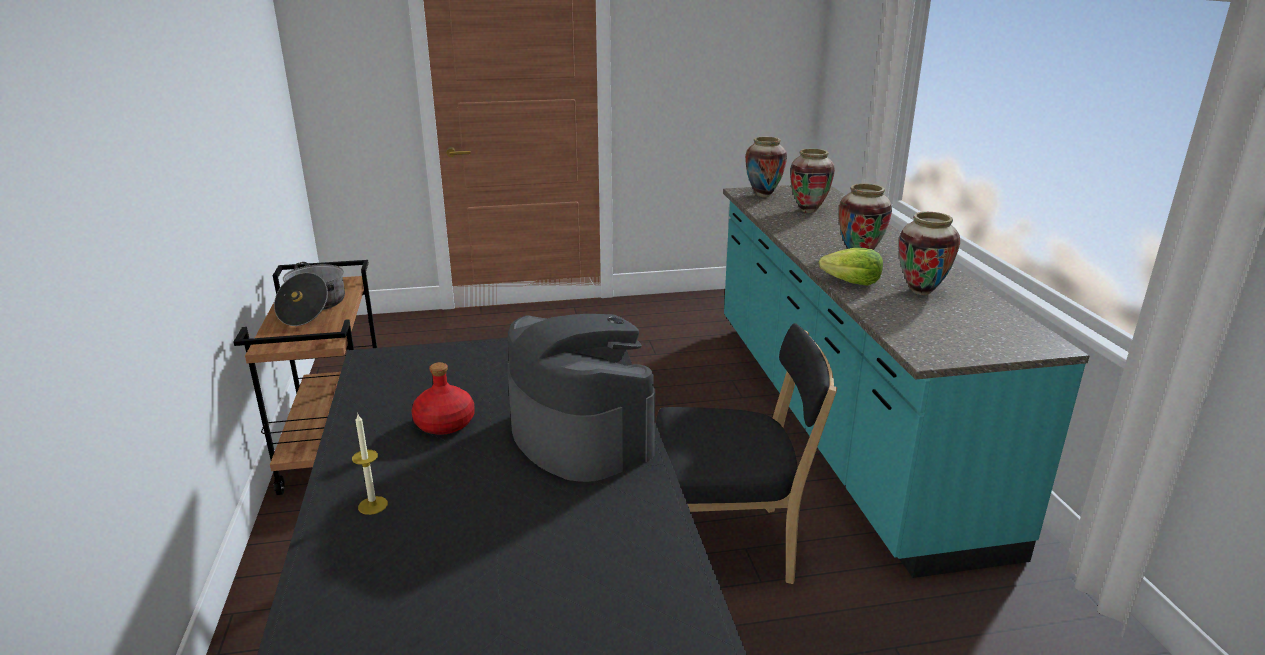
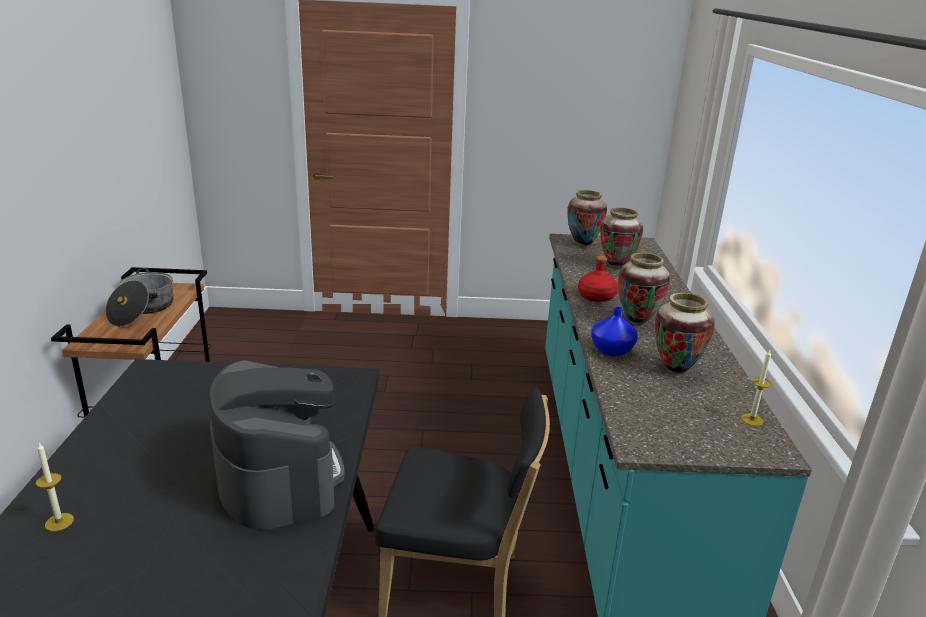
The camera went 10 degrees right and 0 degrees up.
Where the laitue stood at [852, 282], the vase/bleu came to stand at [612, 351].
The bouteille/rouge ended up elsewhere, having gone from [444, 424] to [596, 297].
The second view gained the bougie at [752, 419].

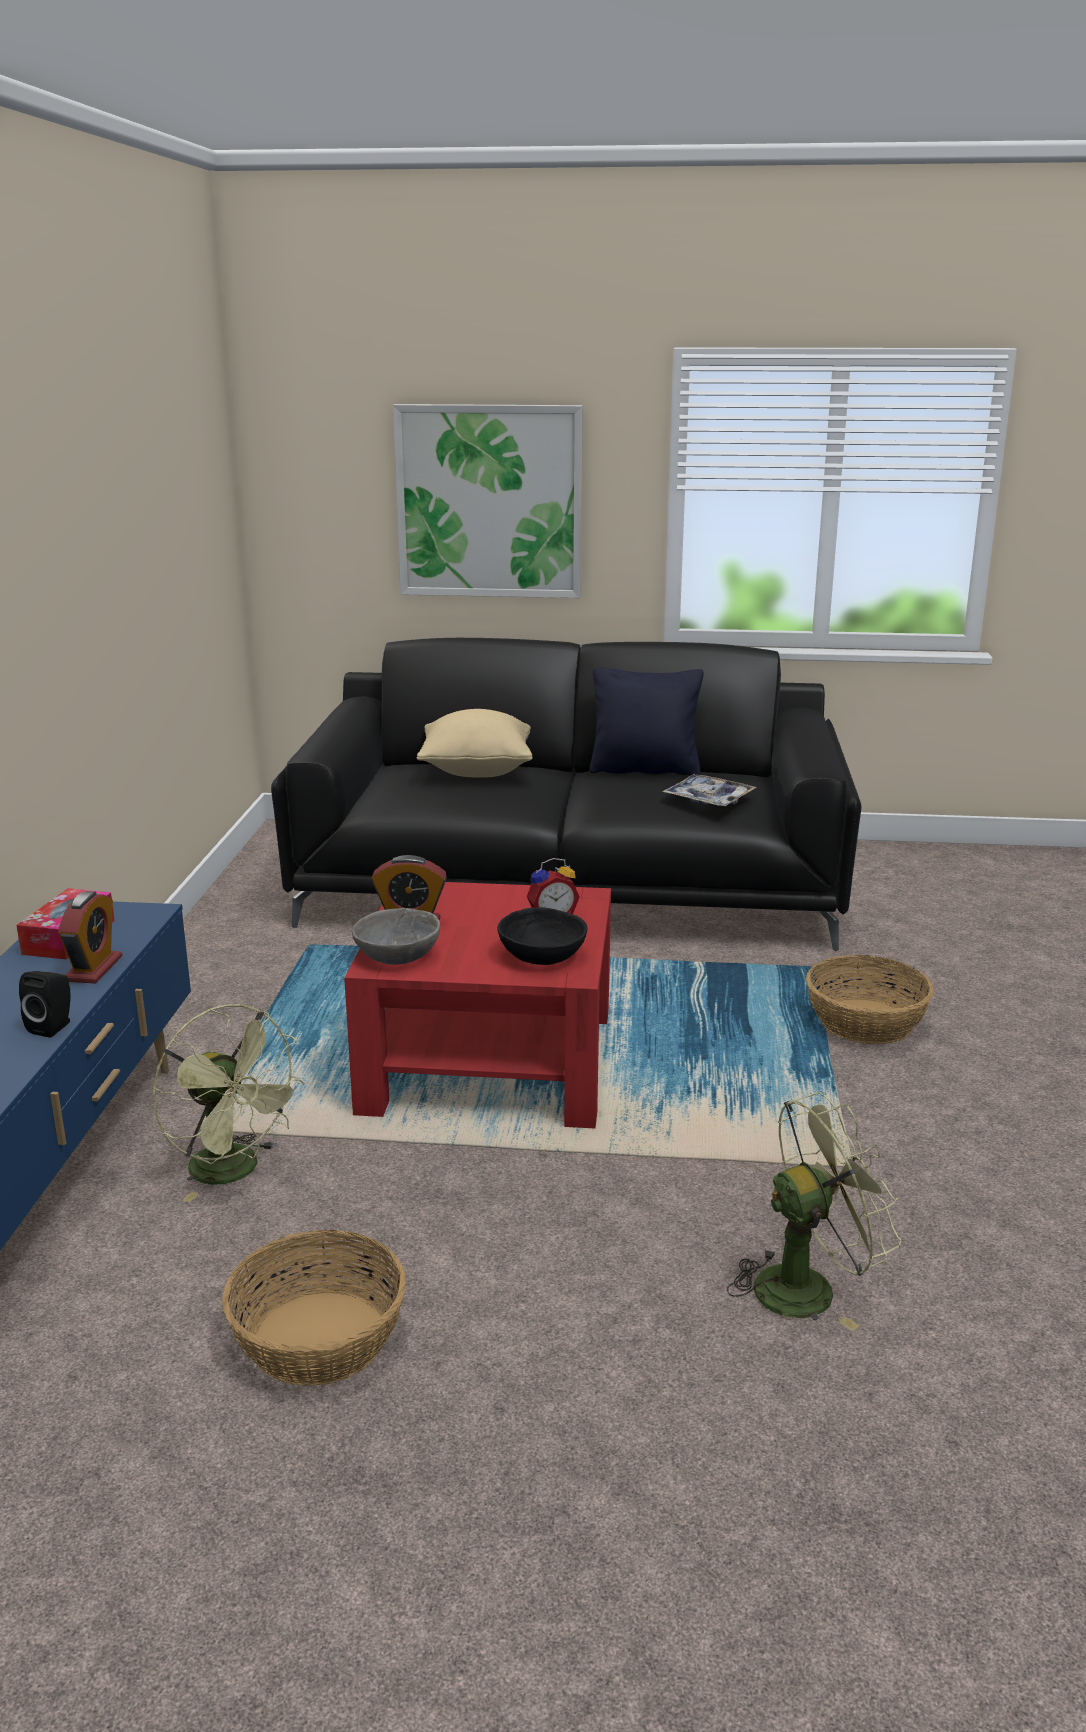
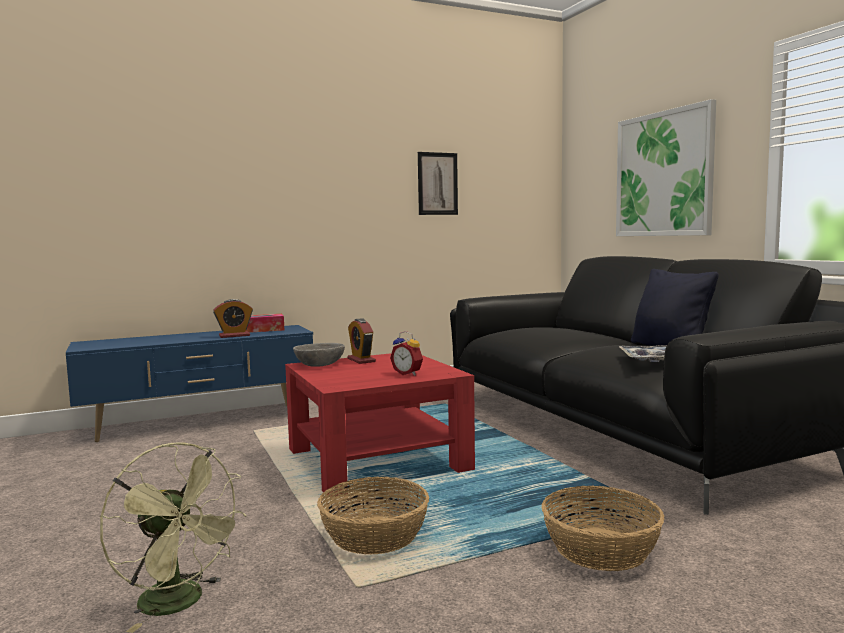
The camera went 60 degrees right and 15 degrees down.
The second view lost the coussin/beige at [477, 771].
The second view lost the bol/noir at [542, 955].
The second view lost the enceinte/noir at [53, 1026].
The second view lost the ventilateur/vert at [235, 1171].
The panier ended up elsewhere, having gone from [319, 1337] to [375, 535].
The second view gained the tableau at [437, 183].

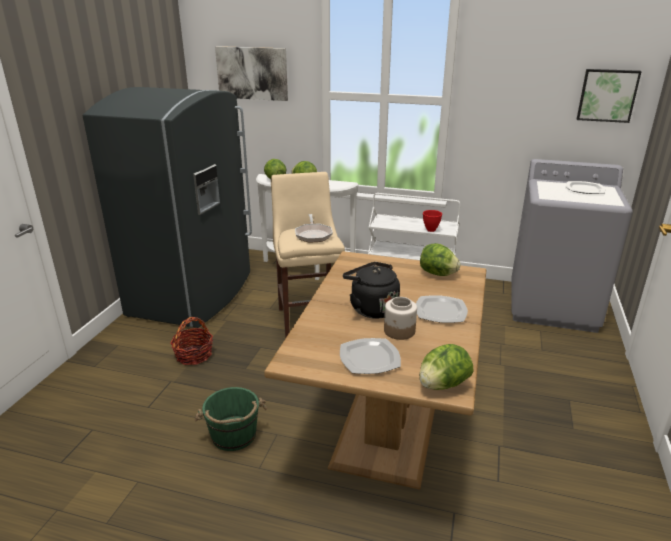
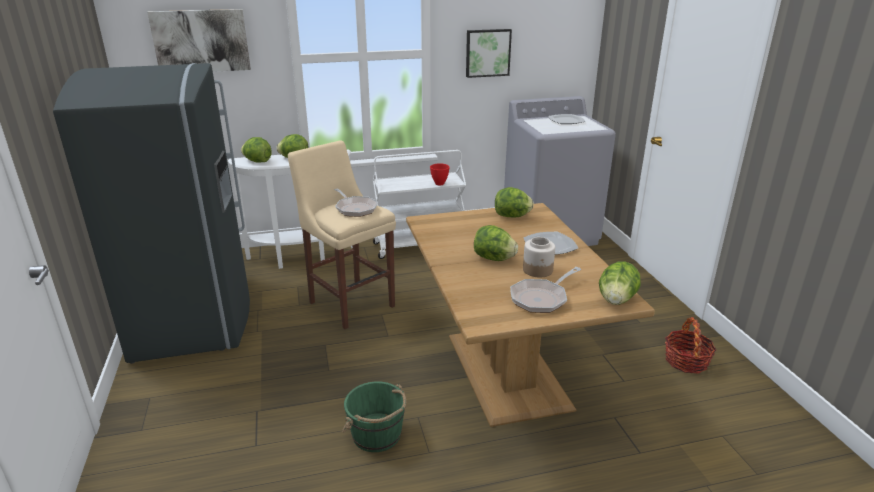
The camera went 30 degrees left and 0 degrees up.
The tableau ended up elsewhere, having gone from [607, 95] to [487, 53].
Where the bouilloire/noir stood at [371, 308], the laitue came to stand at [494, 258].
The panier ended up elsewhere, having gone from [194, 355] to [686, 361].
Where the assiette stood at [370, 358], the poêle came to stand at [541, 298].

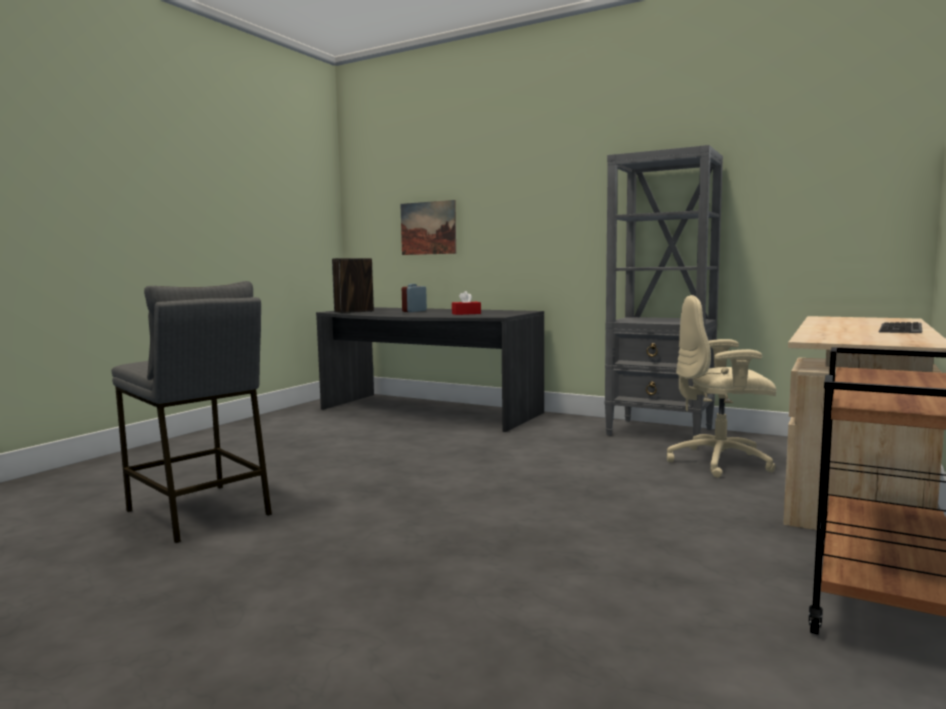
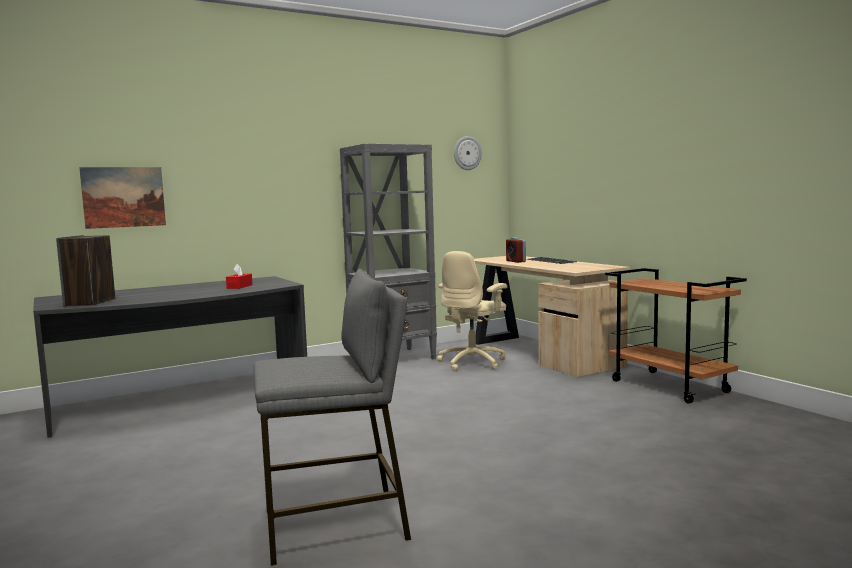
The camera went 60 degrees left and 0 degrees up.
The réveil ended up elsewhere, having gone from [414, 311] to [515, 261].
The second view gained the horloge murale at [467, 153].

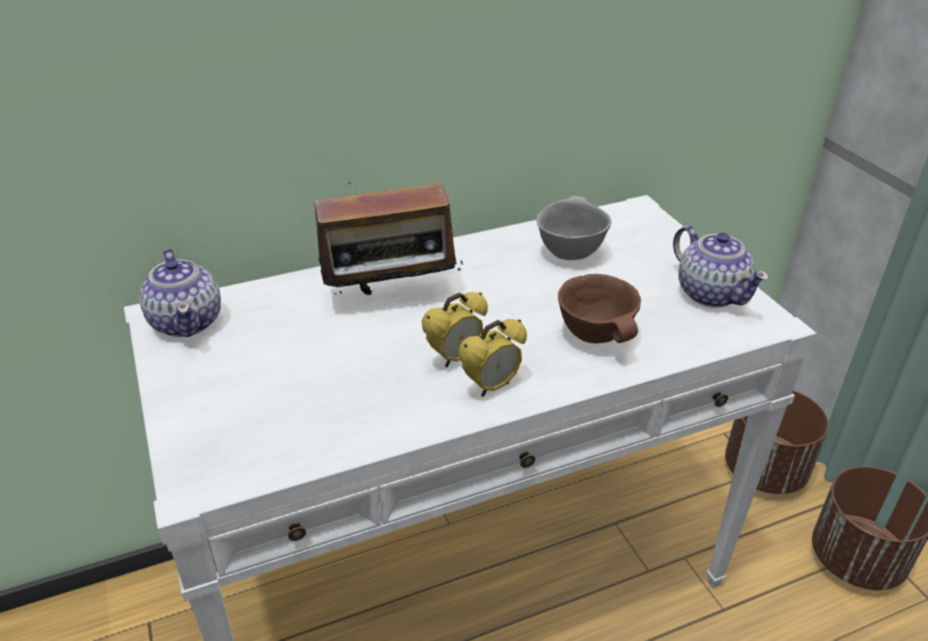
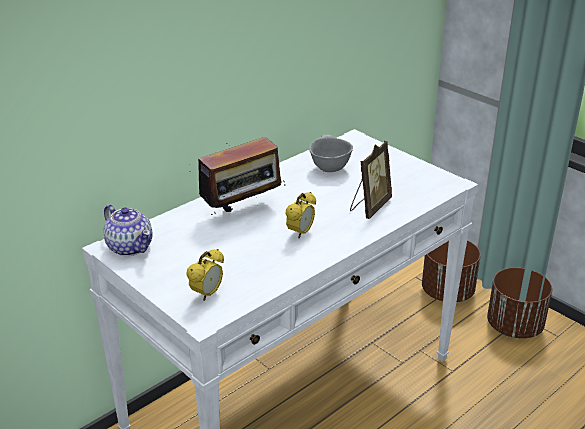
The camera went 20 degrees left and 5 degrees down.
The second view lost the théière at [710, 293].
Where the bol/marron stood at [597, 335], the cadre photo came to stand at [369, 207].
The réveil ended up elsewhere, having gone from [491, 386] to [207, 294].

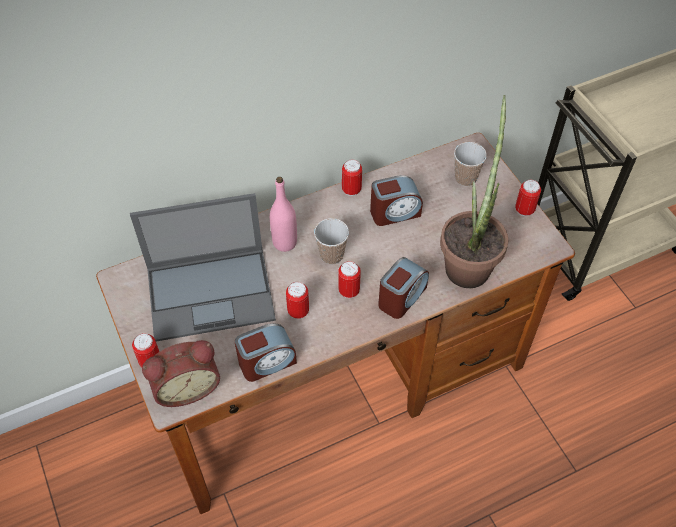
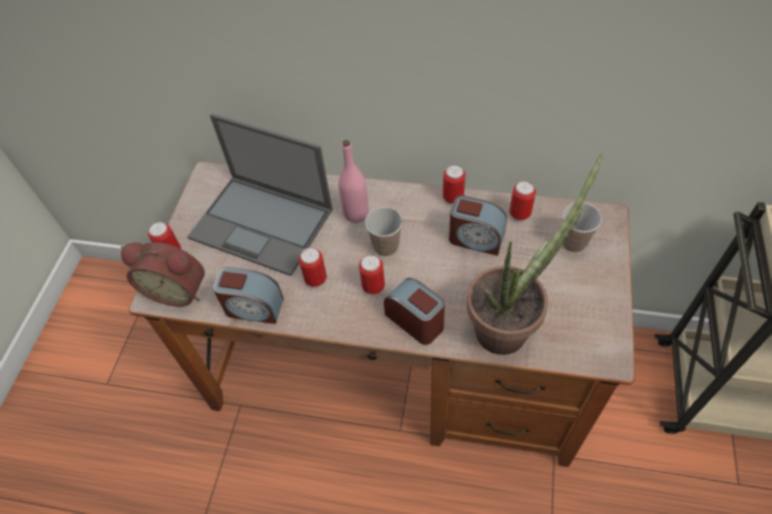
The camera went 40 degrees right and 0 degrees up.
The boîte métallique ended up elsewhere, having gone from [524, 210] to [519, 214].
The réveil at [401, 297] ended up facing another way, 120 degrees counterclockwise from before.

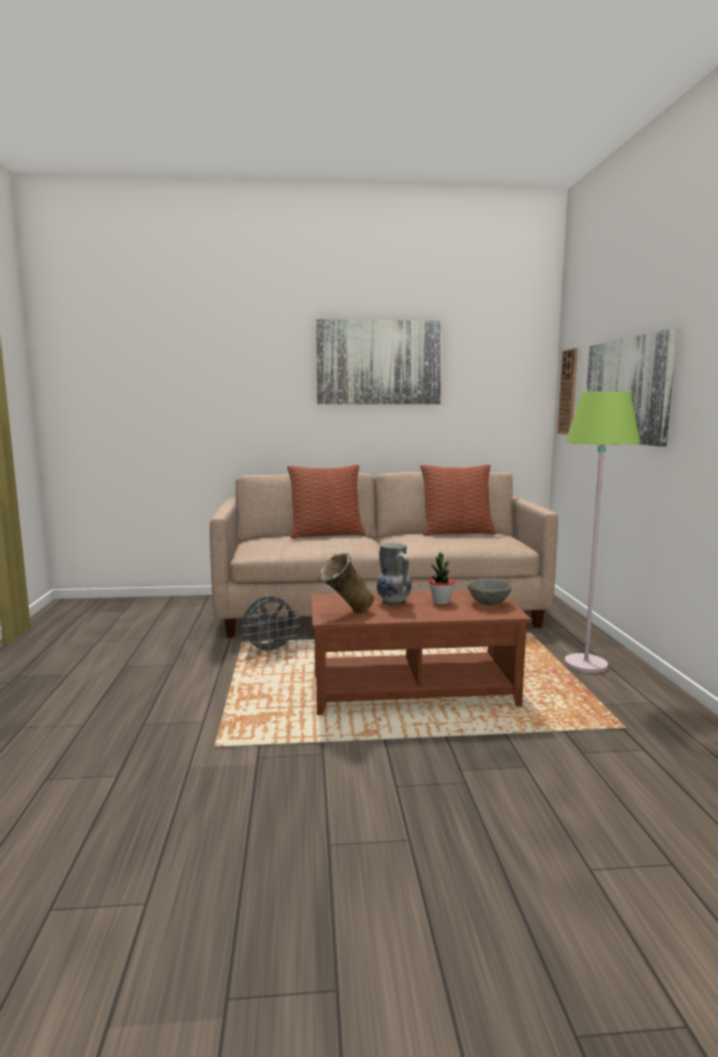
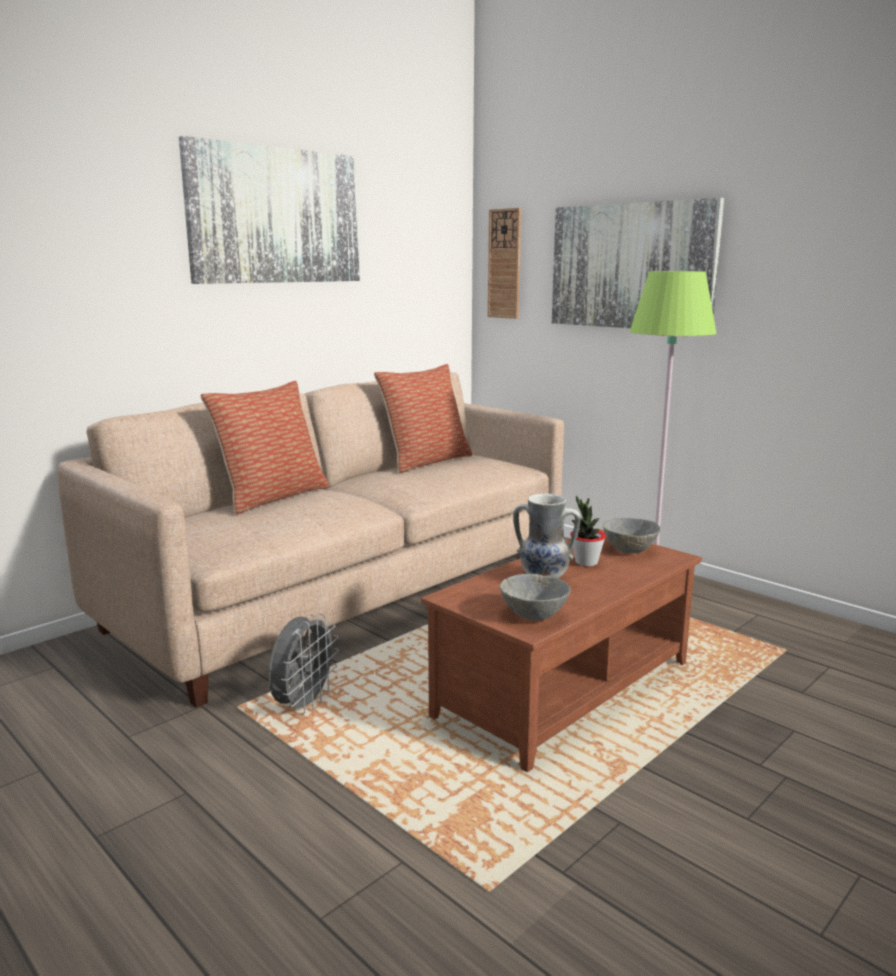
The camera went 40 degrees left and 5 degrees up.
Where the vase/beige stood at [345, 614], the bol/gris came to stand at [534, 615].

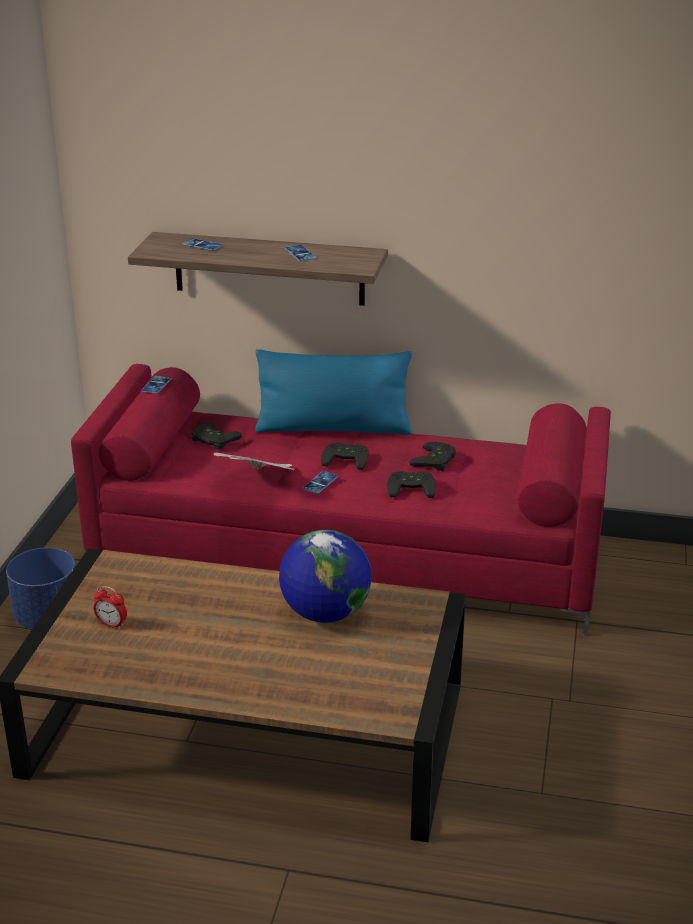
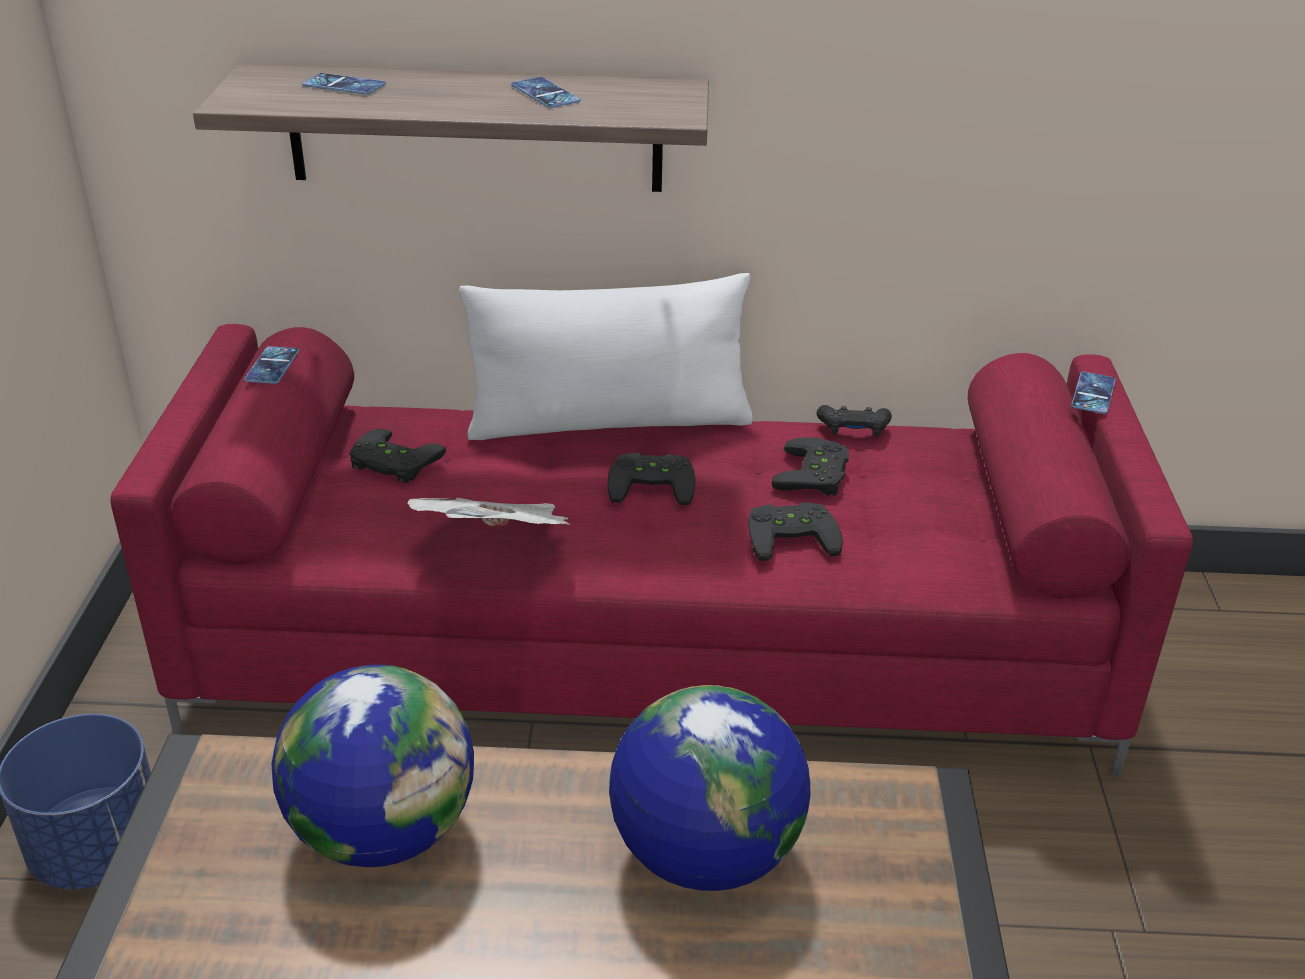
The camera went 10 degrees left and 5 degrees up.
What was the coussin/bleu at [333, 428] turned into the coussin/blanc at [609, 422].
The téléphone ended up elsewhere, having gone from [320, 483] to [1093, 393].
The second view lost the réveil at [111, 624].
The second view gained the manette/noir at [853, 429].
The second view gained the globe at [384, 831].

